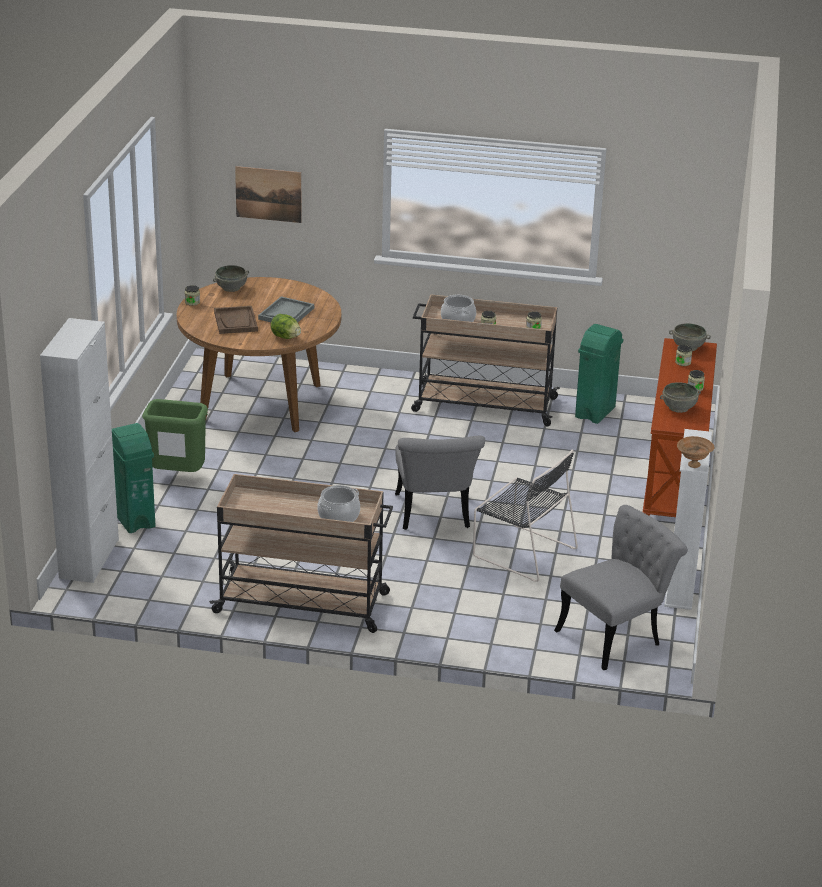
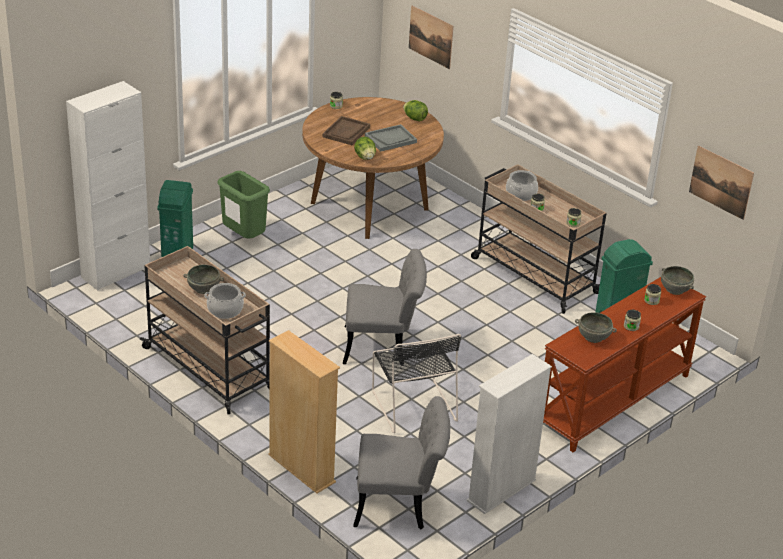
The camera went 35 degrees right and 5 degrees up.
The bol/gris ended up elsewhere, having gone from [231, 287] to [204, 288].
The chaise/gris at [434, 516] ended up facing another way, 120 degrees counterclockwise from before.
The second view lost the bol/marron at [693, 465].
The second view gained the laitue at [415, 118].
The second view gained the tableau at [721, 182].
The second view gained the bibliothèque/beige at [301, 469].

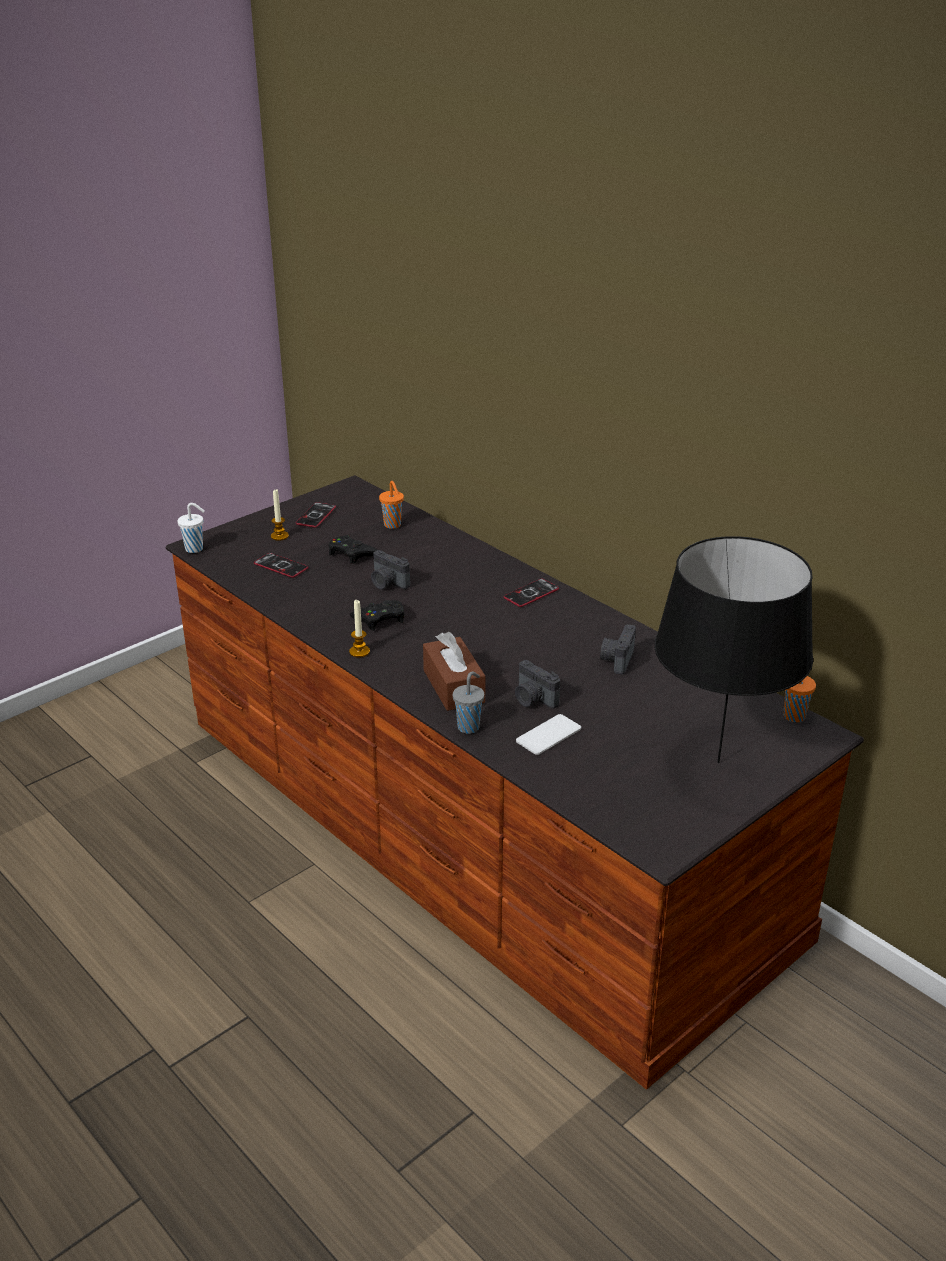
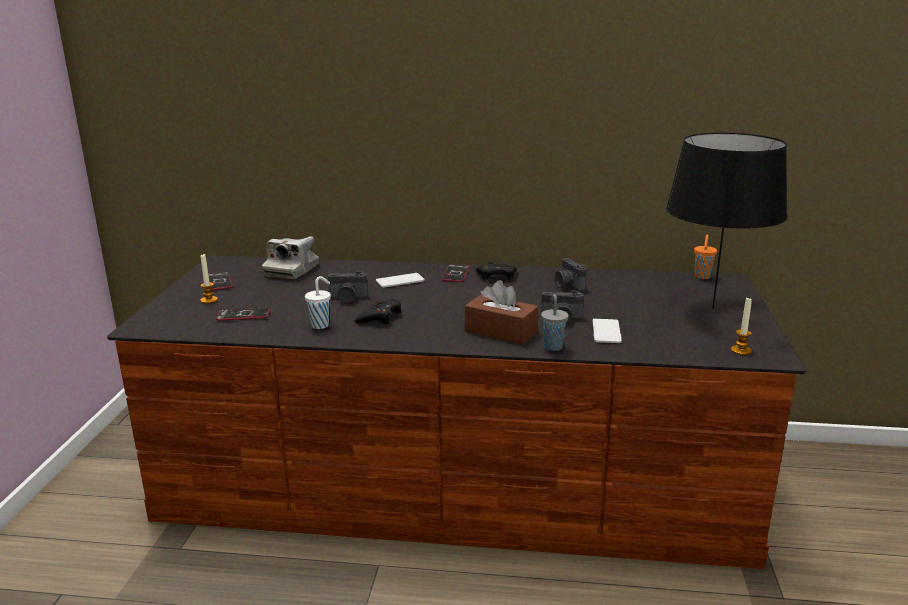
The camera went 40 degrees left and 10 degrees down.
Where the tasse/orange stood at [393, 525], the appareil photo came to stand at [292, 270].
The tasse/blanc ended up elsewhere, having gone from [195, 549] to [321, 325].
The manette/noir ended up elsewhere, having gone from [352, 554] to [497, 276].
The bougie ended up elsewhere, having gone from [359, 651] to [741, 350].
The second view gained the téléphone at [400, 281].

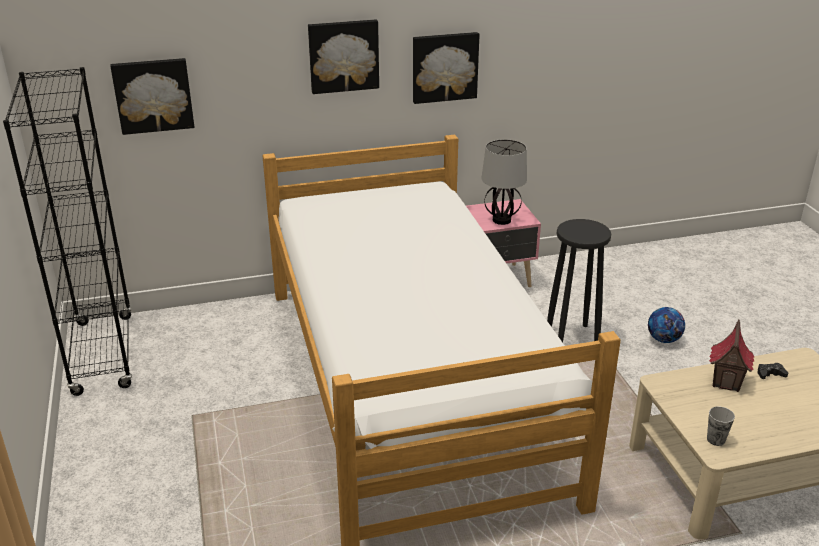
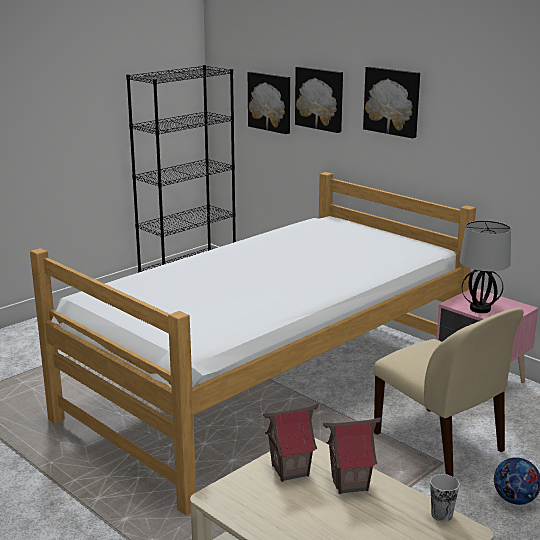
The camera went 60 degrees right and 10 degrees down.
The tableau ended up elsewhere, having gone from [444, 67] to [320, 98].
Where the tabouret/noir stood at [572, 338], the chaise/beige came to stand at [440, 443].
The second view lost the manette/noir at [770, 374].
The tasse ended up elsewhere, having gone from [716, 439] to [441, 515].
The second view gained the maison miniature at [290, 470].

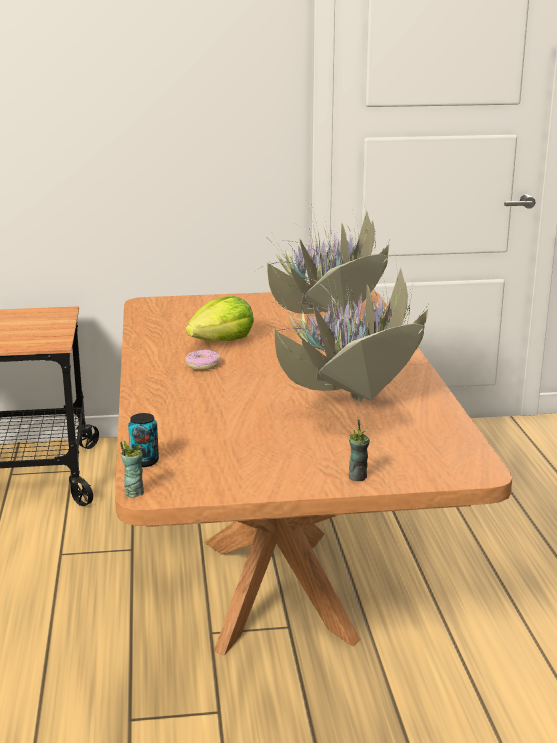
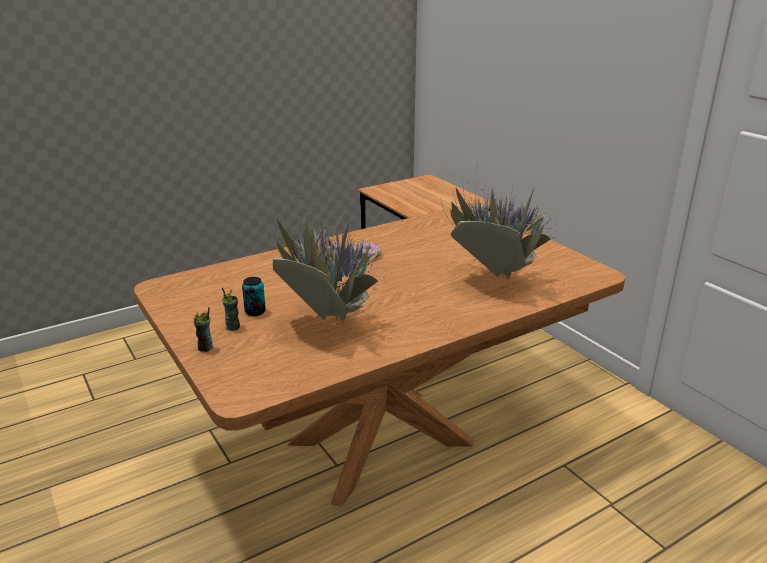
The camera went 65 degrees right and 5 degrees up.
The second view lost the laitue at [222, 341].
The boîte métallique ended up elsewhere, having gone from [144, 461] to [255, 312].
The tasse ended up elsewhere, having gone from [133, 492] to [233, 327].

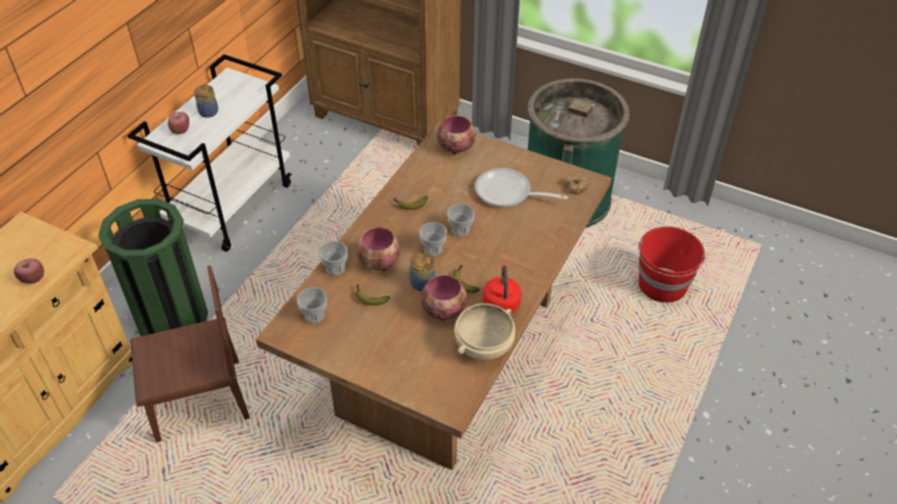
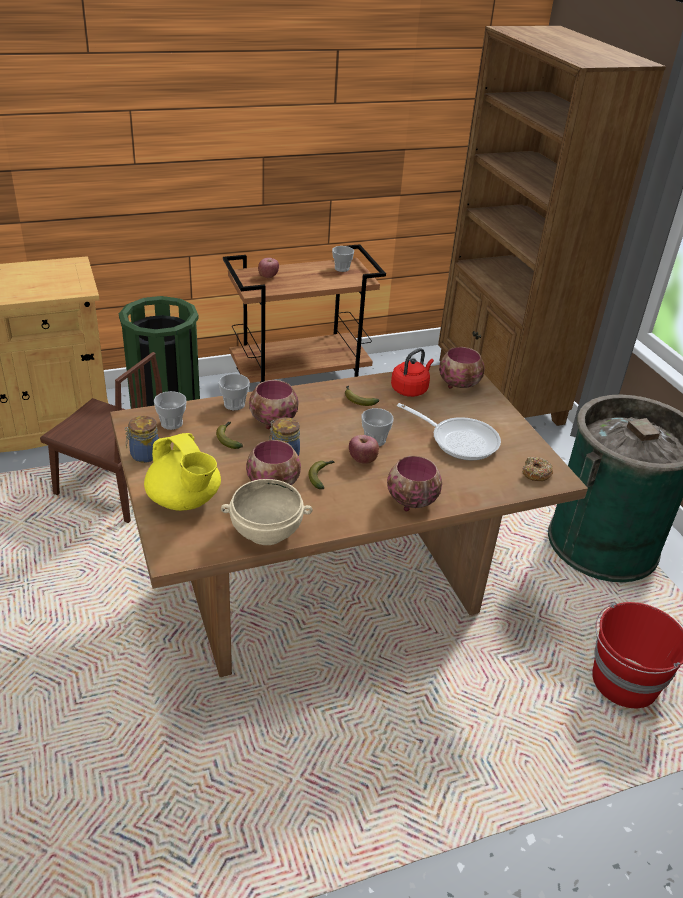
The camera went 40 degrees right and 10 degrees down.
What was the chariot/blanc at [232, 205] turned into the chariot/marron at [300, 382].
The bocal ended up elsewhere, having gone from [208, 112] to [143, 455].
The poêle at [508, 193] ended up facing another way, 150 degrees clockwise from before.
The tasse ended up elsewhere, having gone from [433, 249] to [342, 268].
The pomme ended up elsewhere, having gone from [33, 279] to [362, 460].
The bouilloire/rouge ended up elsewhere, having gone from [501, 302] to [410, 389].
The second view gained the théière/jaune at [185, 500].
The second view gained the bol at [410, 500].

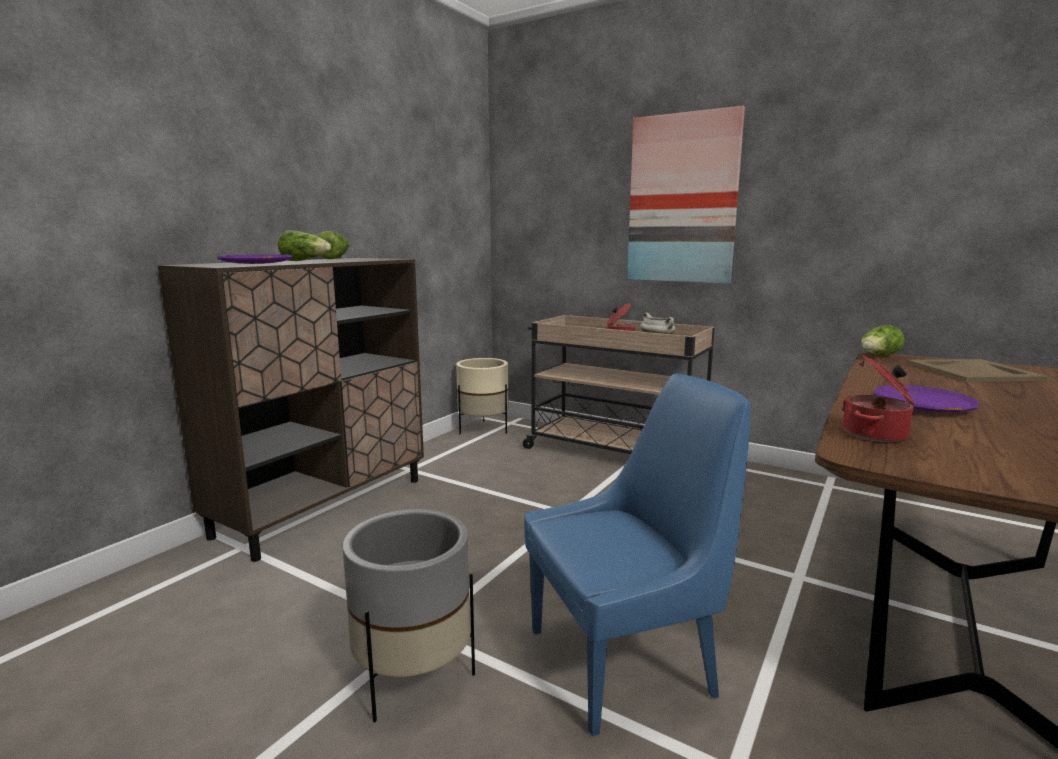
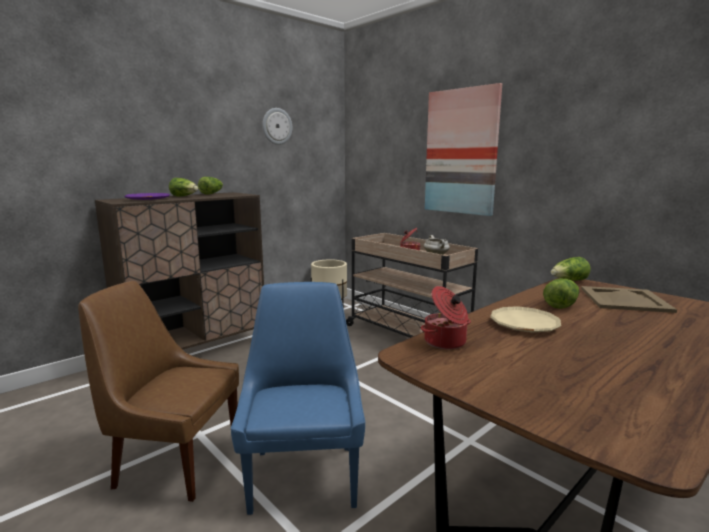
The camera went 15 degrees right and 0 degrees up.
The chaise/bleu at [626, 660] ended up facing another way, 90 degrees counterclockwise from before.
What was the assiette/violet at [922, 405] turned into the assiette/beige at [524, 324].
Where the cache-pot/gris stood at [414, 678], the chaise/marron came to stand at [174, 461].
The second view gained the horloge murale at [277, 126].
The second view gained the laitue at [560, 304].

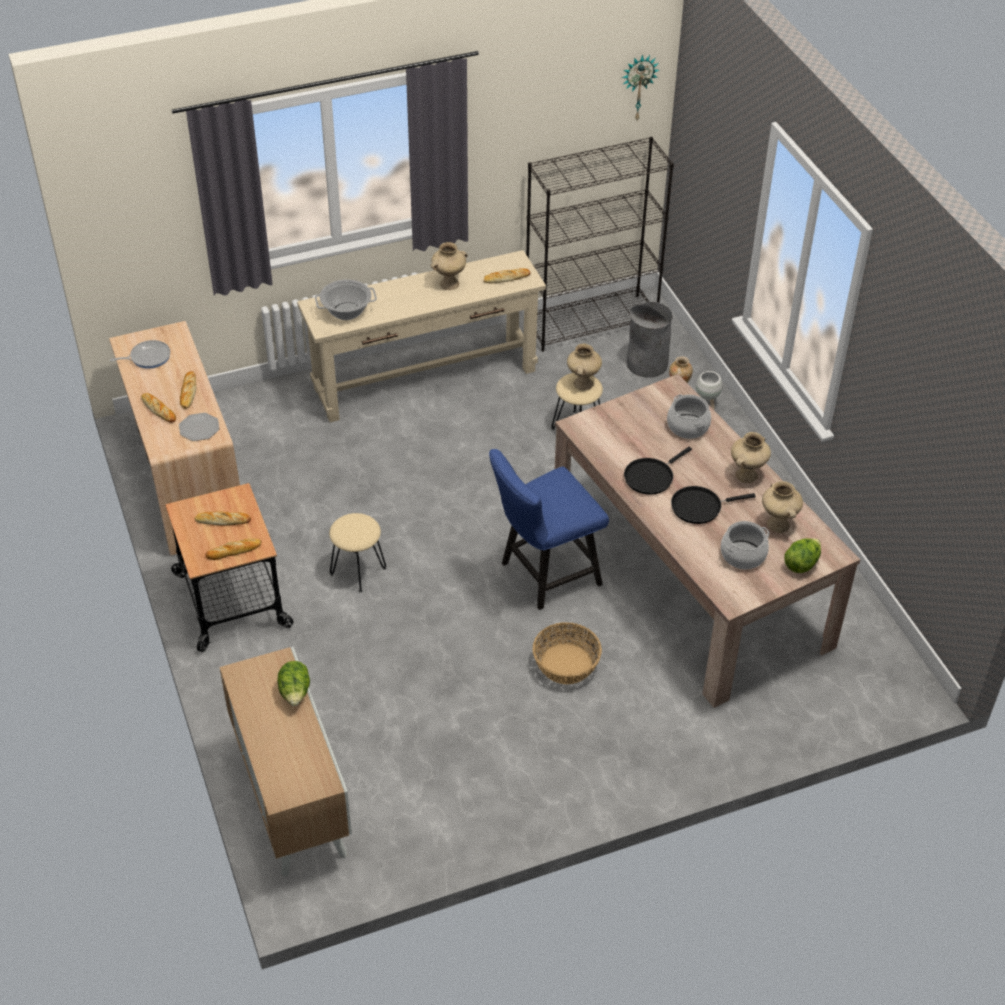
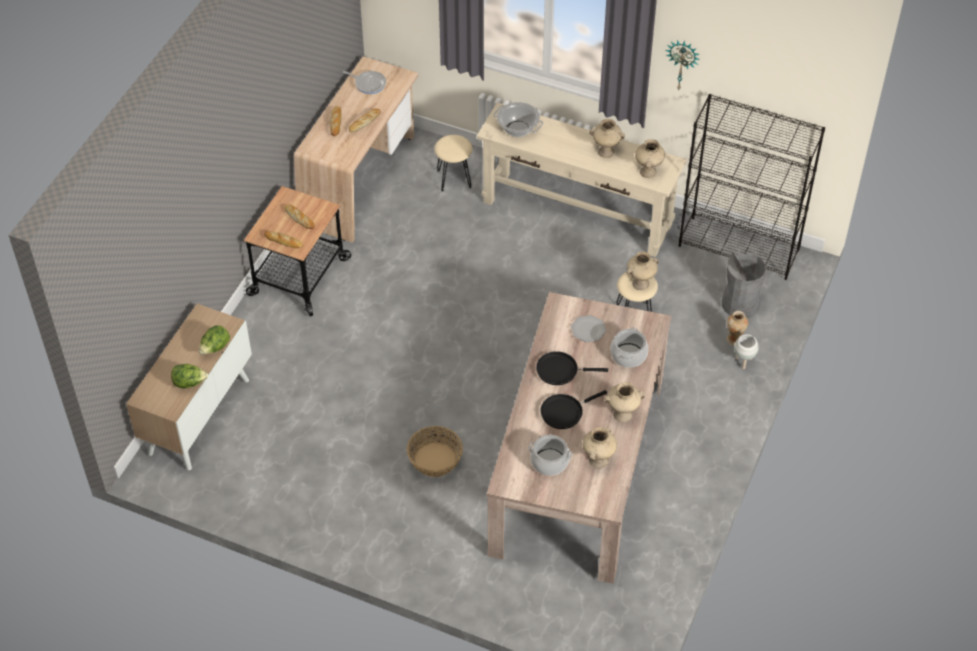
The camera went 45 degrees right and 5 degrees up.
The horloge murale ended up elsewhere, having gone from [638, 87] to [682, 64].
Where the pain stood at [506, 278], the vase/beige came to stand at [648, 172].
The assiette ended up elsewhere, having gone from [199, 428] to [588, 329].
The second view lost the chaise/bleu at [544, 575].
The poêle/noir at [699, 507] ended up facing another way, 60 degrees counterclockwise from before.
The tabouret/beige ended up elsewhere, having gone from [358, 571] to [454, 179].
The laitue ended up elsewhere, having gone from [801, 564] to [189, 383].

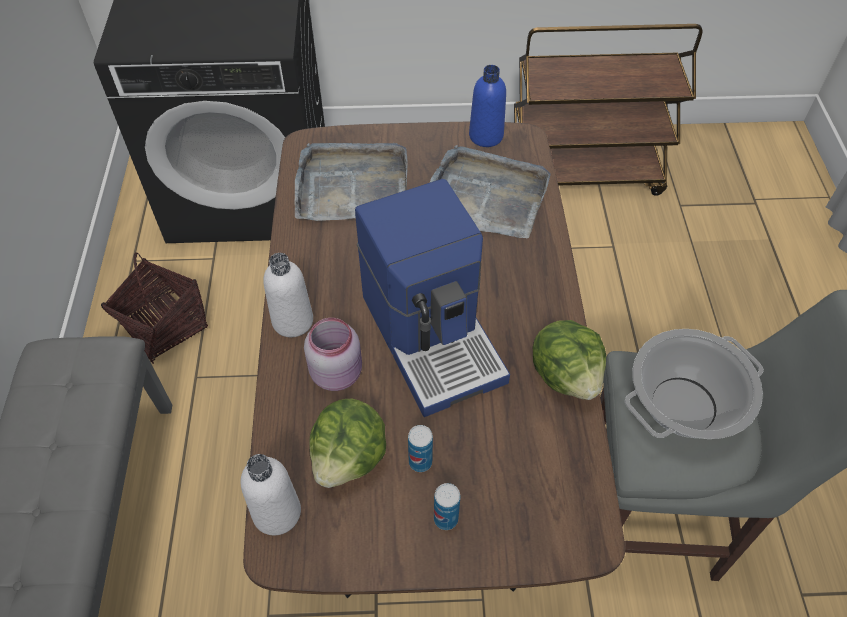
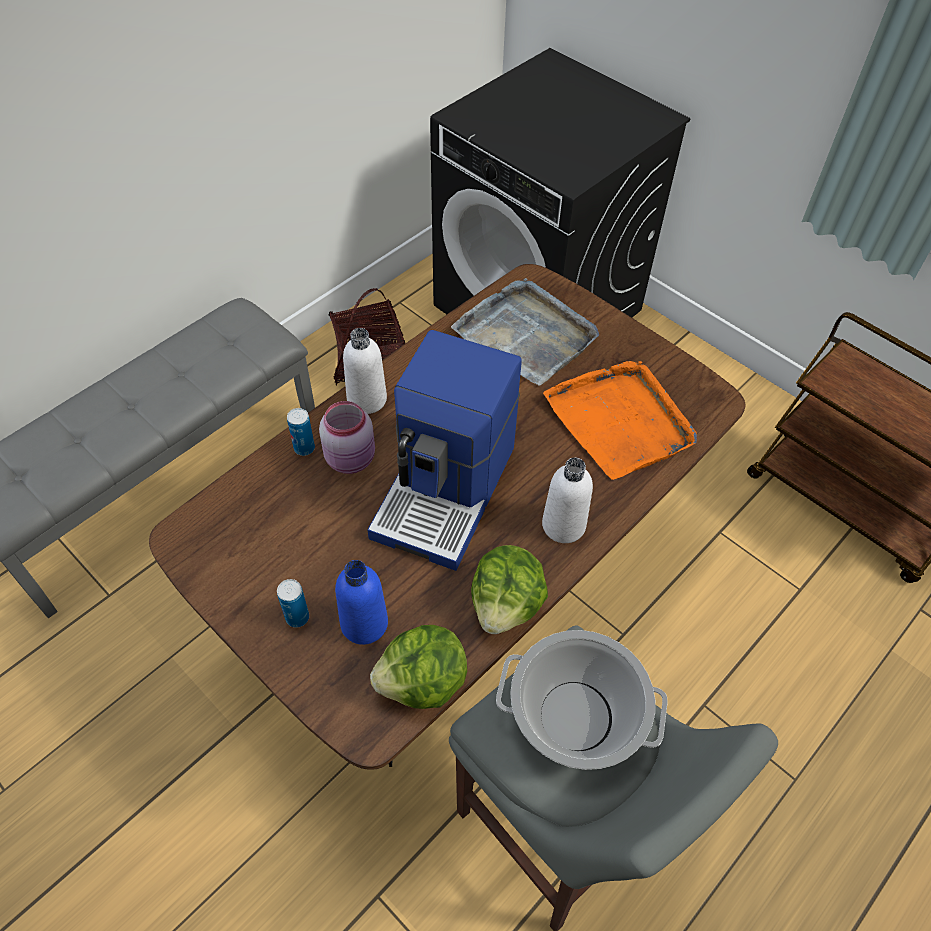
The camera went 45 degrees right and 0 degrees up.
The bouteille/bleu ended up elsewhere, having gone from [486, 136] to [364, 623].
What was the plateau/gris at [485, 197] turned into the plateau/orange at [620, 421].
The laitue ended up elsewhere, having gone from [350, 458] to [423, 683].
The boîte métallique ended up elsewhere, having gone from [420, 462] to [304, 448].
The bouteille/blanc ended up elsewhere, having gone from [277, 512] to [563, 525].

